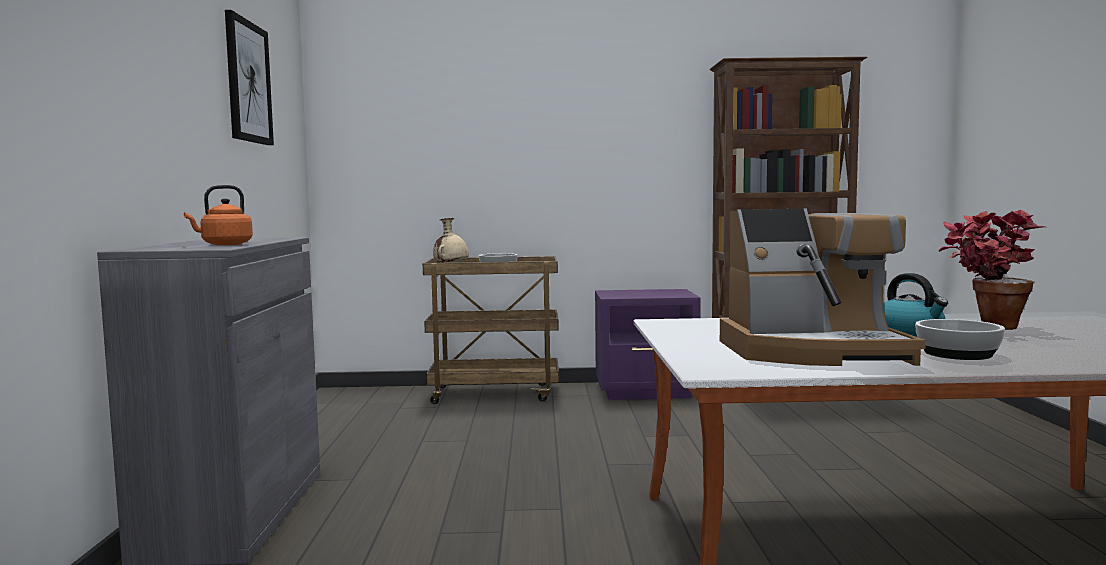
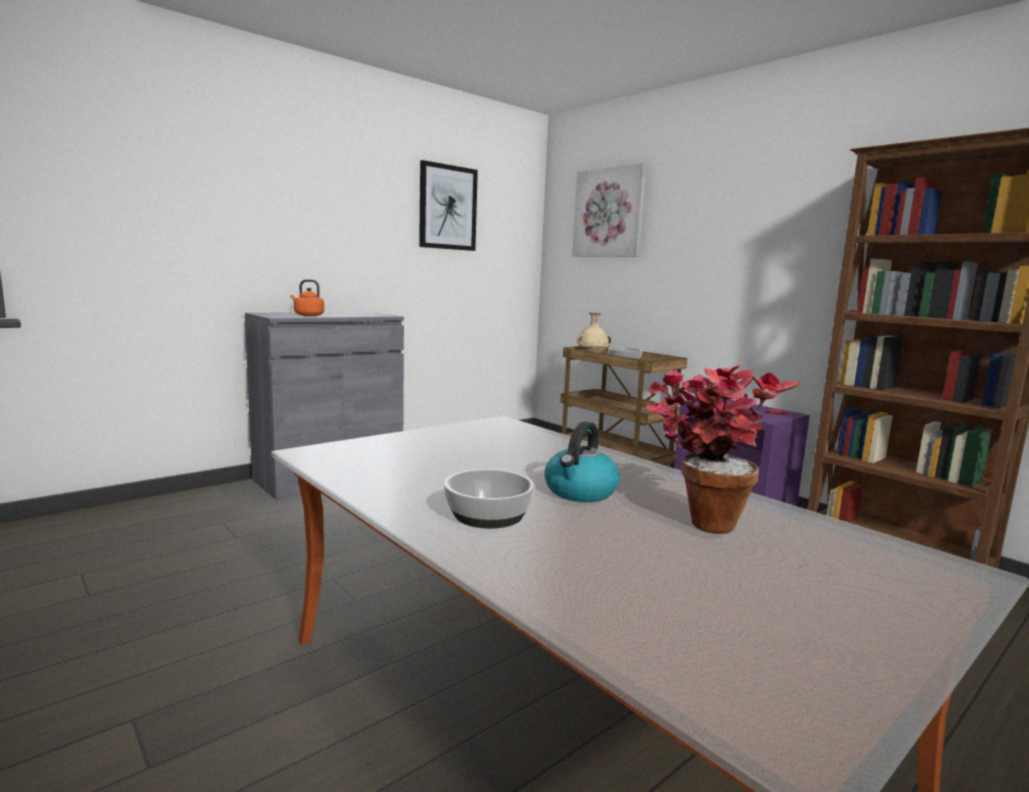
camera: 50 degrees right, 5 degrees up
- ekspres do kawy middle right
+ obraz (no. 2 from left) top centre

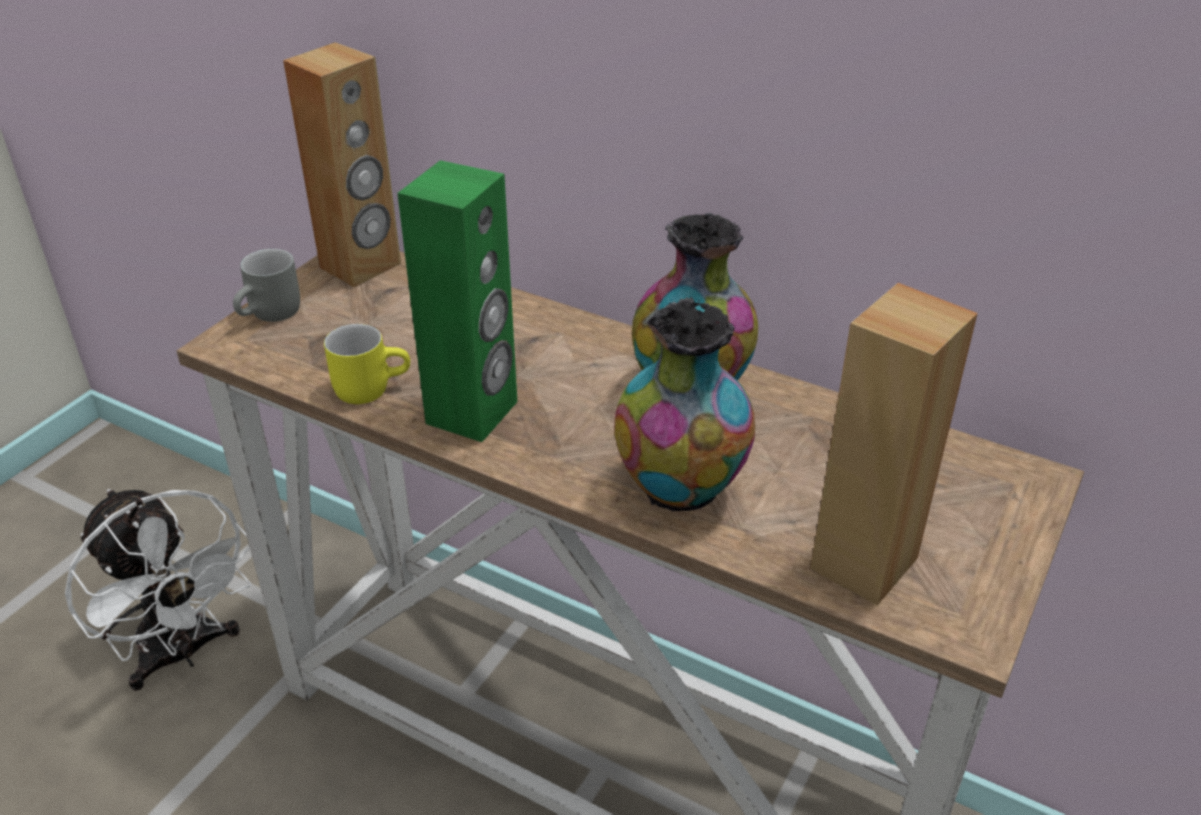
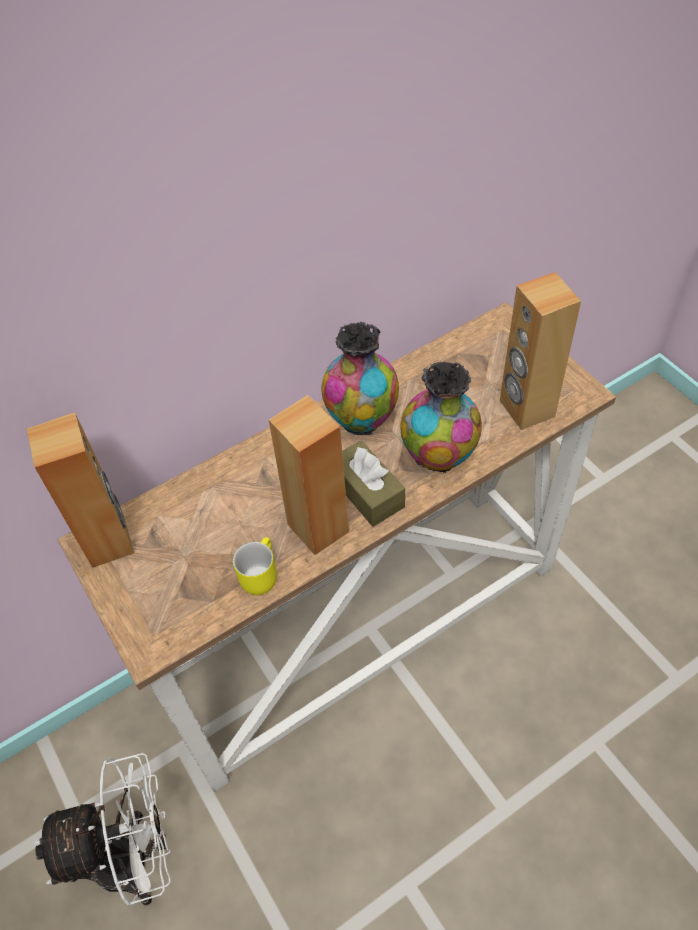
camera: 60 degrees left, 15 degrees up
- kubek (szary) middle left
+ pudełko chusteczek (brązowy) centre
~ głośnik (zielony) centre to głośnik (brązowy) (no. 2 from left) centre

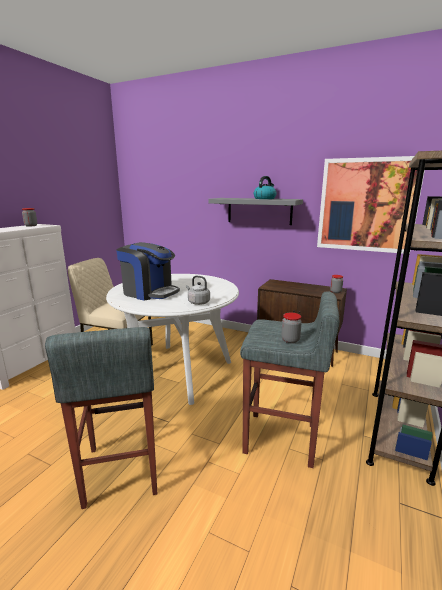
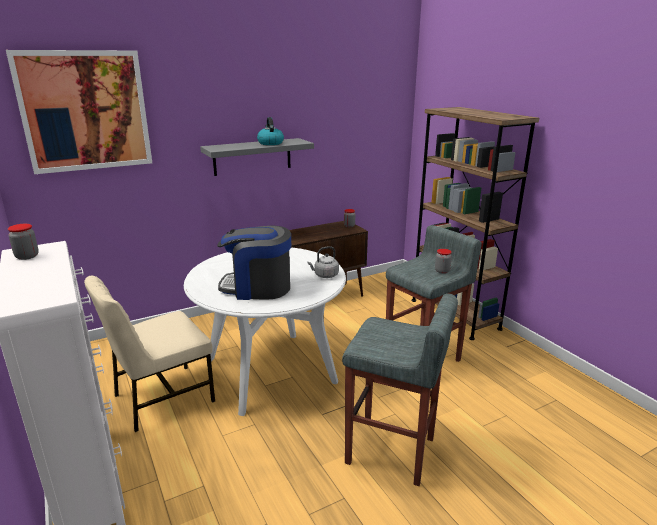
camera: 55 degrees left, 5 degrees up
~ obraz middle right to top left
~ ekspres do kawy centre = centre 150 degrees counterclockwise

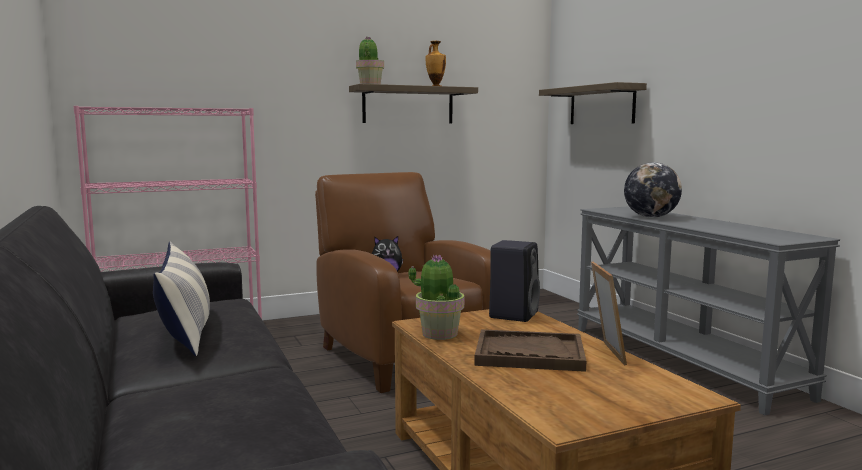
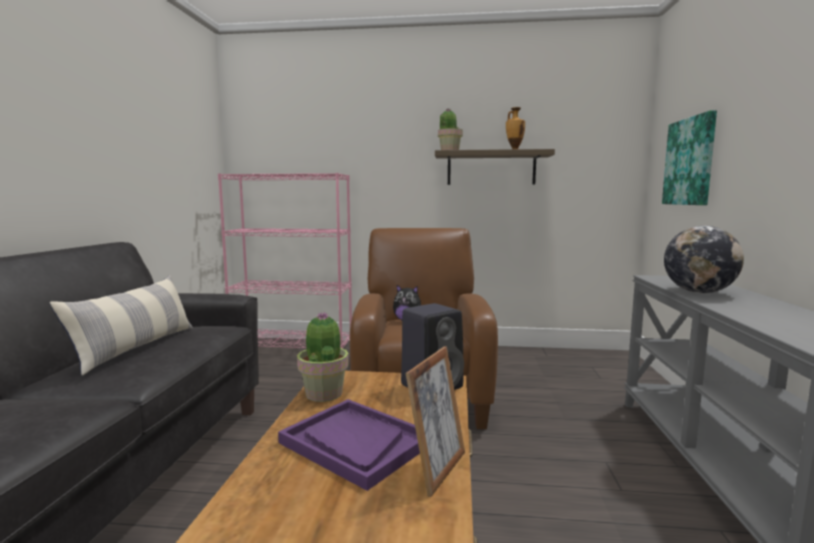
camera: 30 degrees right, 0 degrees up
~ półka (no. 2 from left) top right to obraz top right
~ taca (brązowy) bottom centre to taca (fioletowy) bottom centre

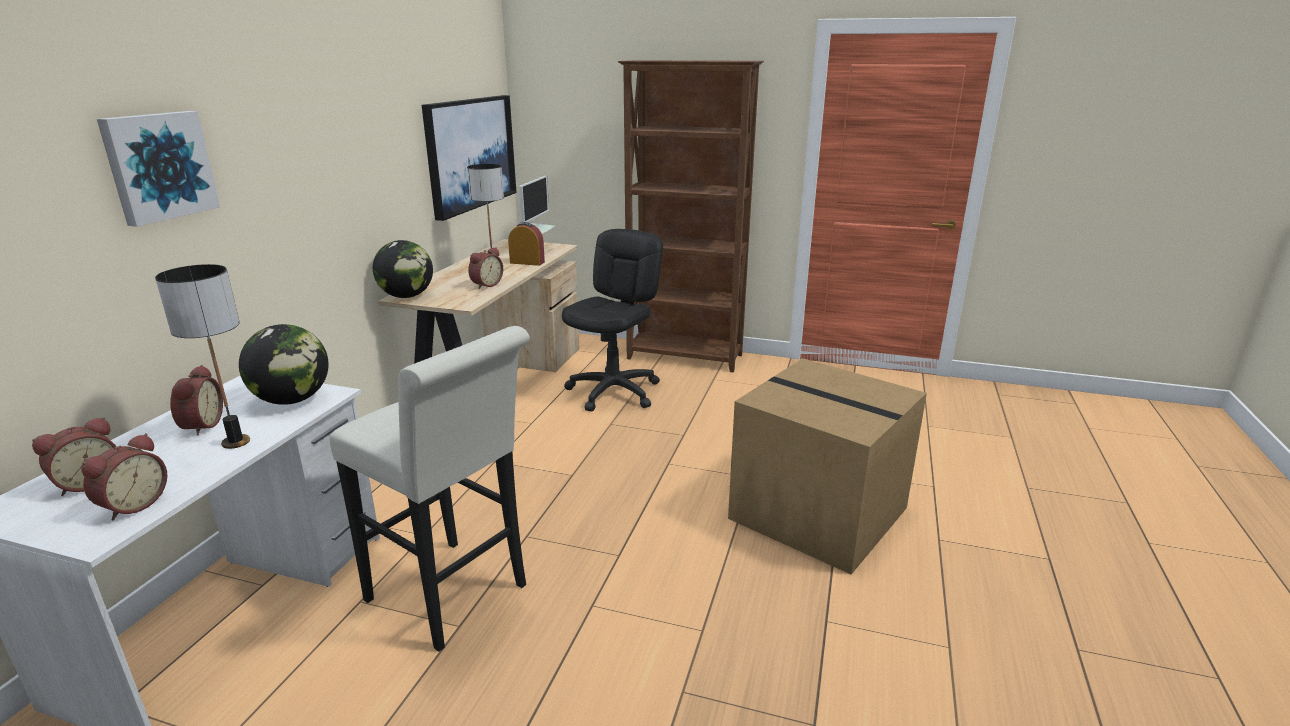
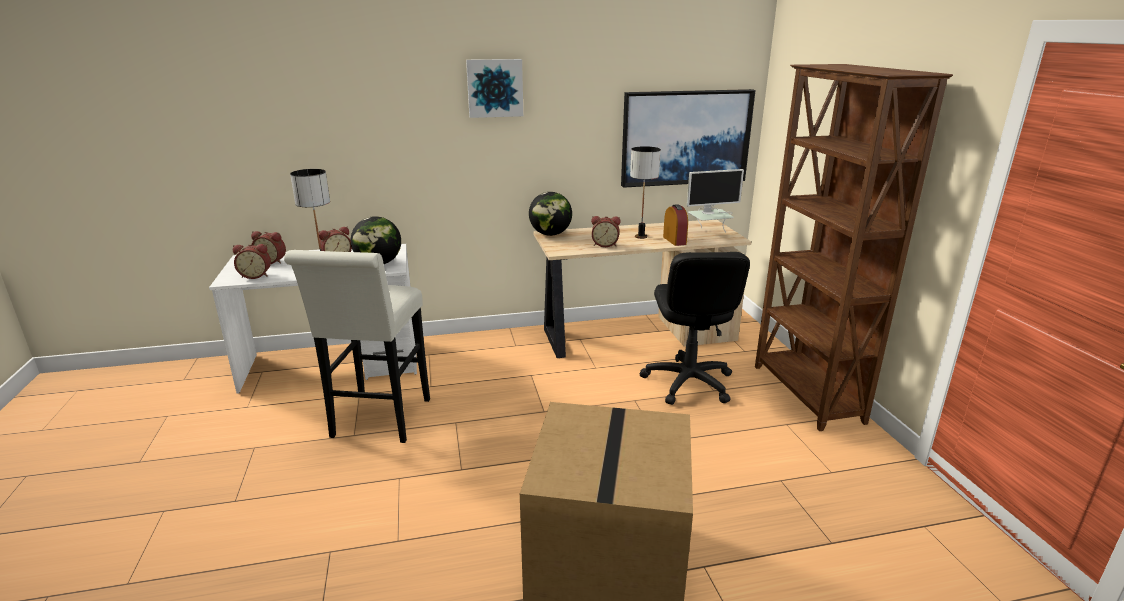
camera: 60 degrees right, 0 degrees up
~ obraz (no. 1 from left) top left to top centre
~ krzesło biurowe (czarny) centre = centre 90 degrees clockwise

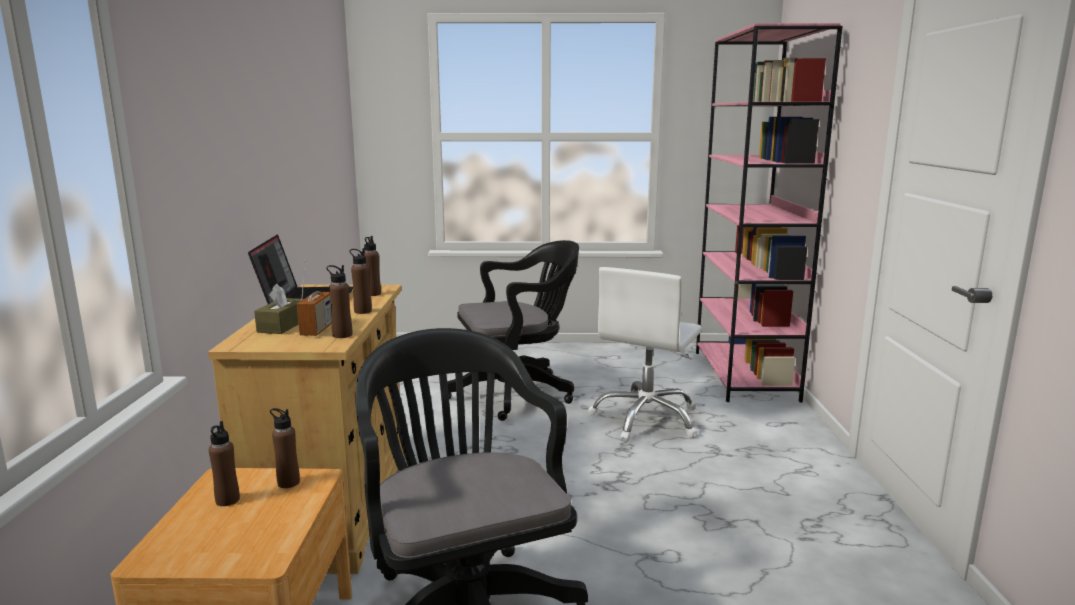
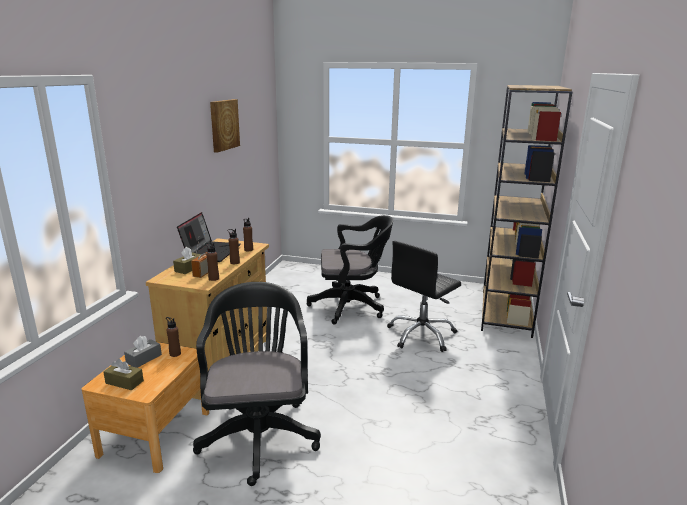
camera: 15 degrees right, 5 degrees up
+ pudełko chusteczek (brązowy) (no. 1 from left) bottom left
+ obraz top left
~ butelka (brązowy) (no. 1 from left) bottom left to pudełko chusteczek (szary) bottom left
~ krzesło biurowe (biały) centre to krzesło biurowe (czarny) (no. 3 from left) centre
~ regał (różowy) middle right to regał (brązowy) middle right

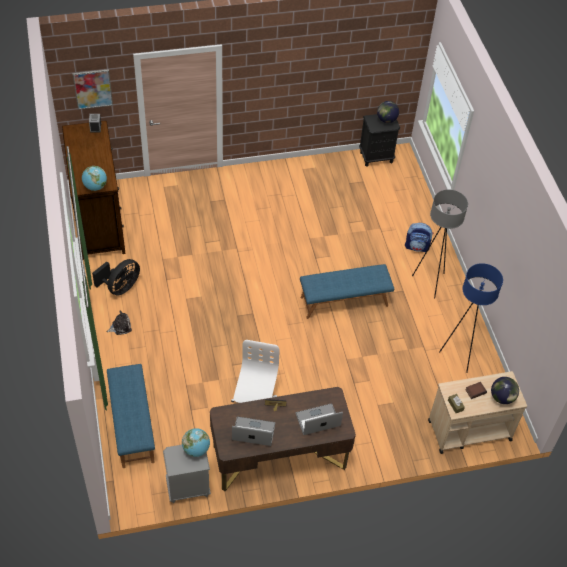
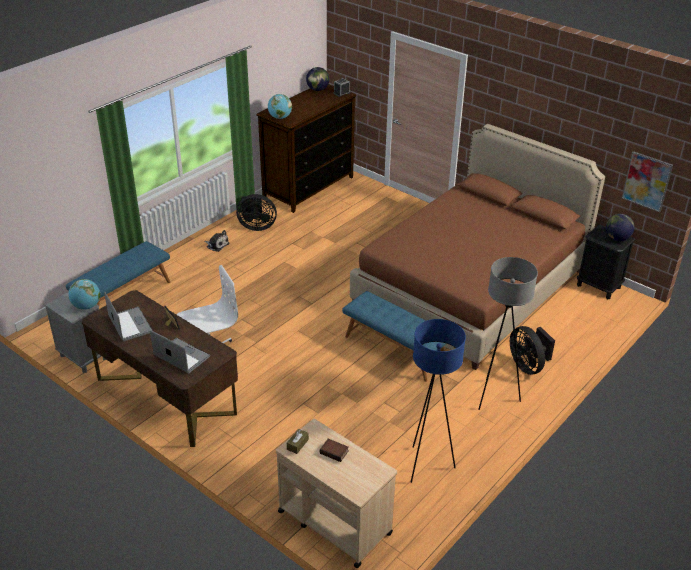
camera: 55 degrees right, 15 degrees down
+ łóżko (brązowy) middle right
~ obraz top left to top right
~ globus (no. 4 from left in the first image) bottom right to globus (no. 3 from left) top centre
~ plecak middle right to wentylator (czarny) (no. 2 from left) middle right

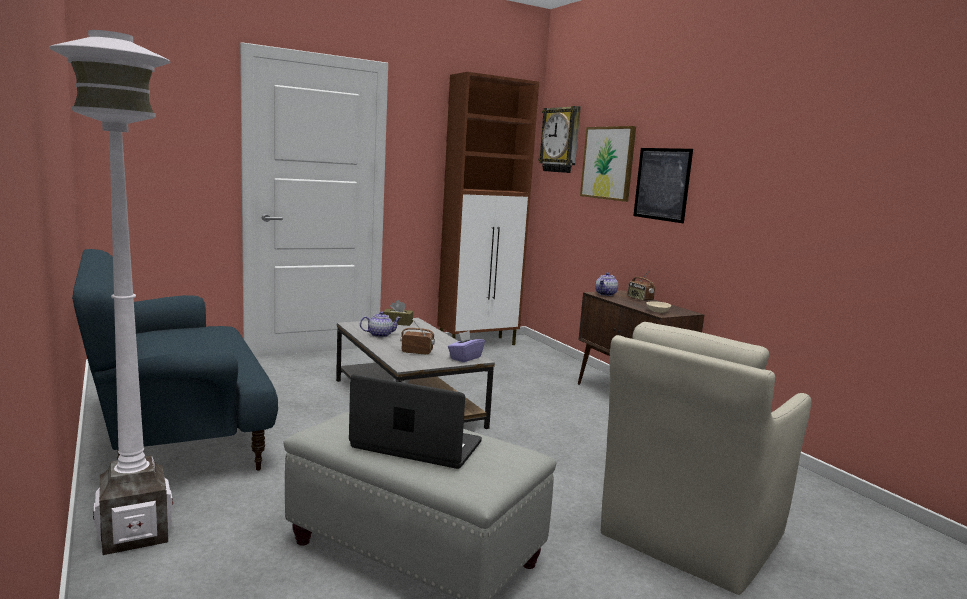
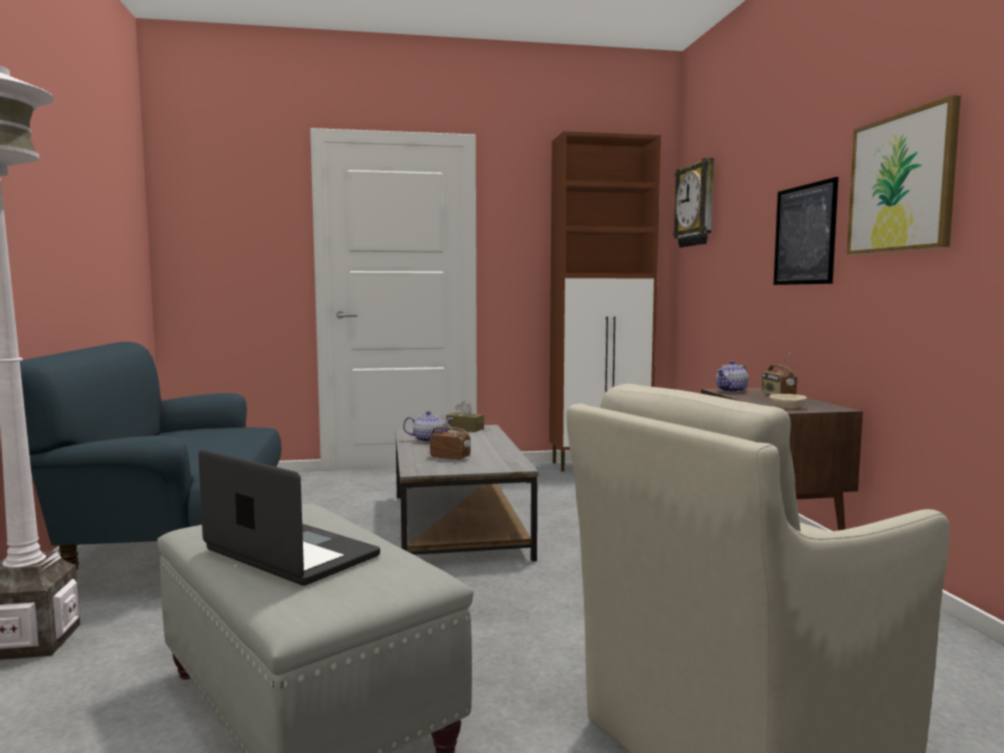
camera: 20 degrees right, 5 degrees down
- pudełko chusteczek (fioletowy) centre
~ obraz (no. 1 from left in the first image) top centre to obraz (no. 2 from left) top right

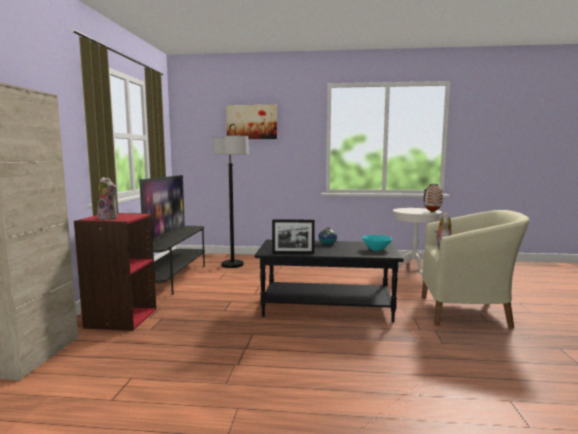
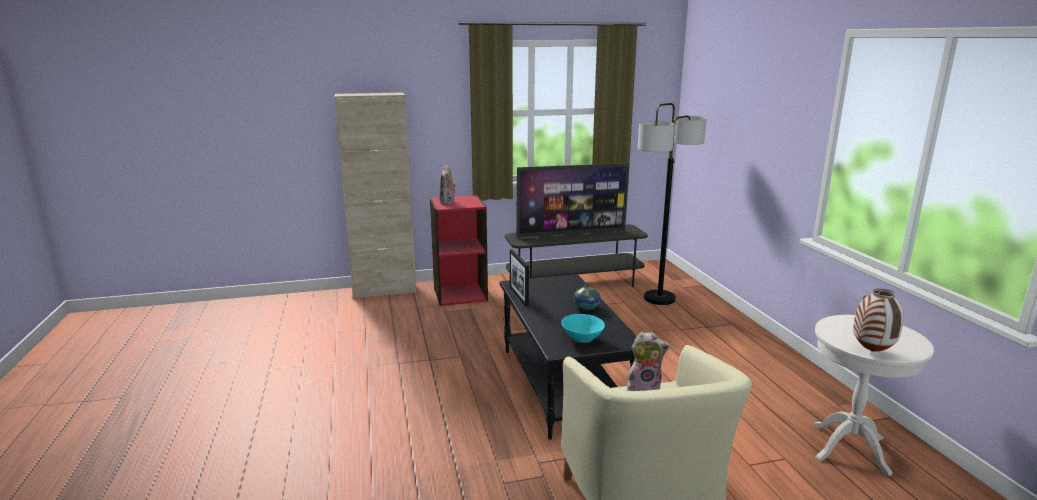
camera: 70 degrees right, 10 degrees up
- obraz top centre

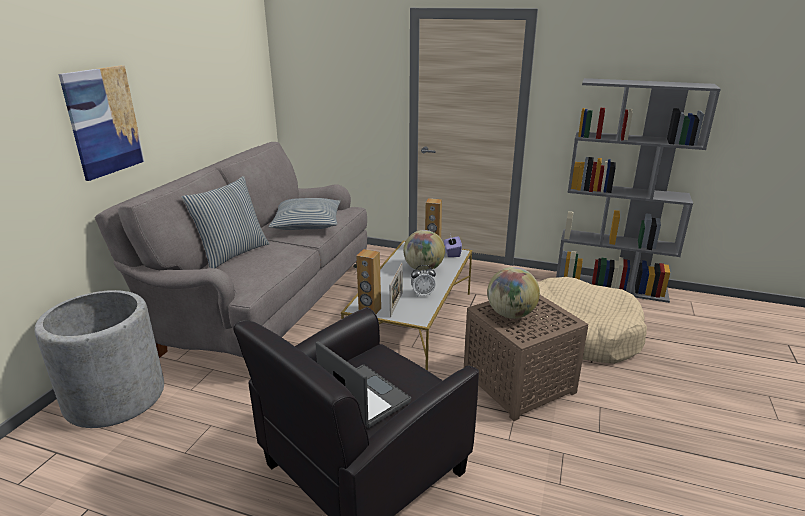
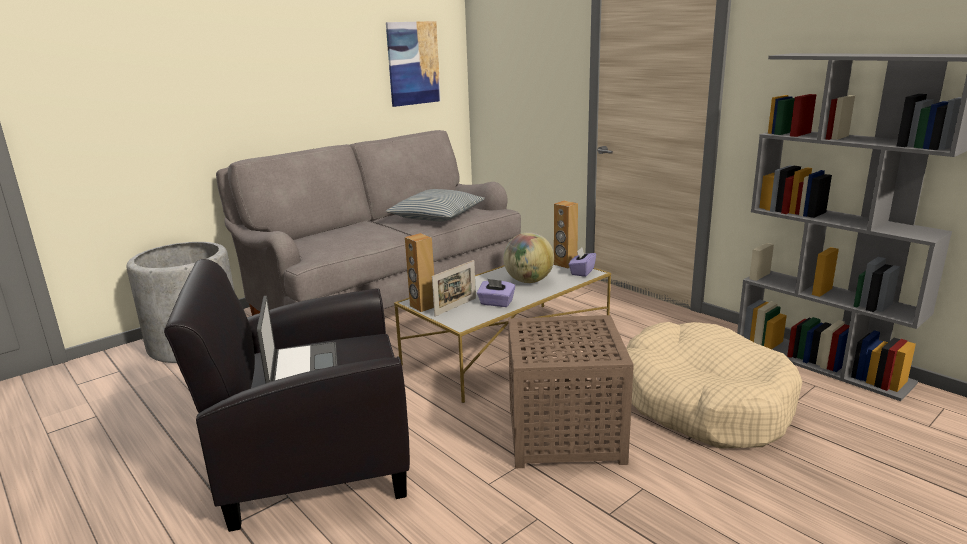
camera: 30 degrees right, 5 degrees down
- poduszka (no. 1 from left) middle left
- globus (no. 2 from left) centre
~ obraz top left to top centre
~ budzik centre to pudełko chusteczek (fioletowy) (no. 1 from left) centre

